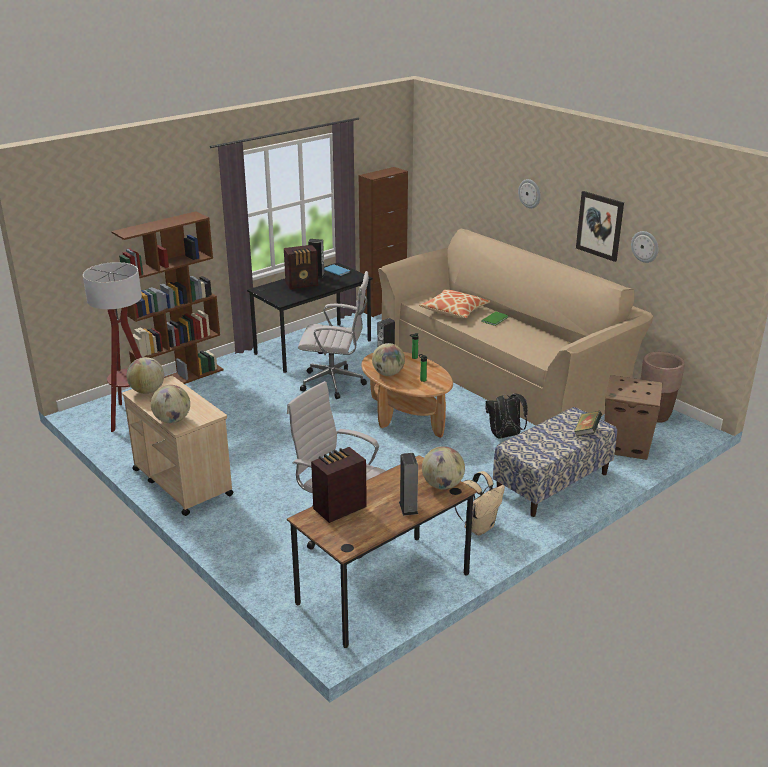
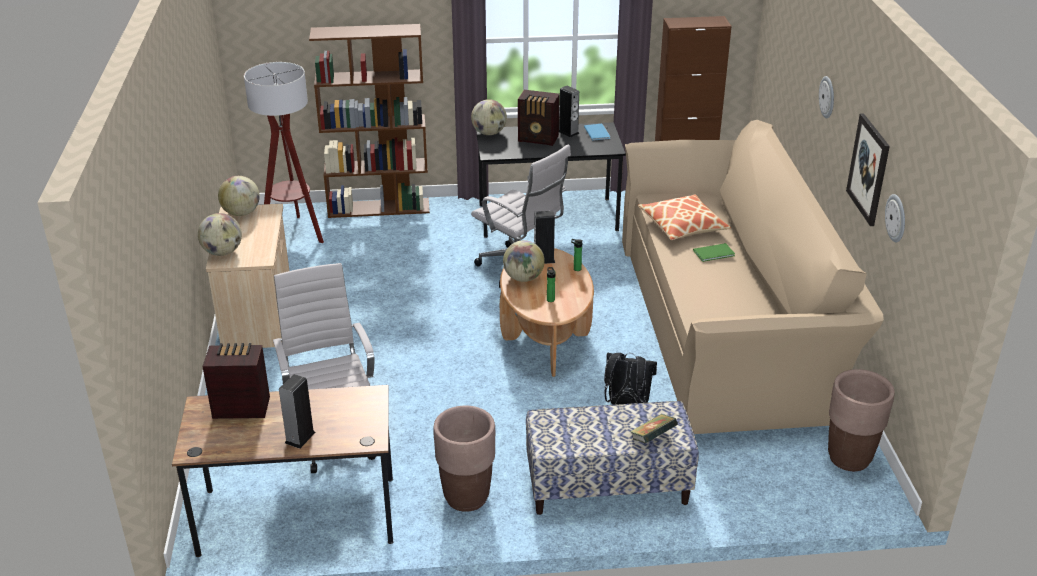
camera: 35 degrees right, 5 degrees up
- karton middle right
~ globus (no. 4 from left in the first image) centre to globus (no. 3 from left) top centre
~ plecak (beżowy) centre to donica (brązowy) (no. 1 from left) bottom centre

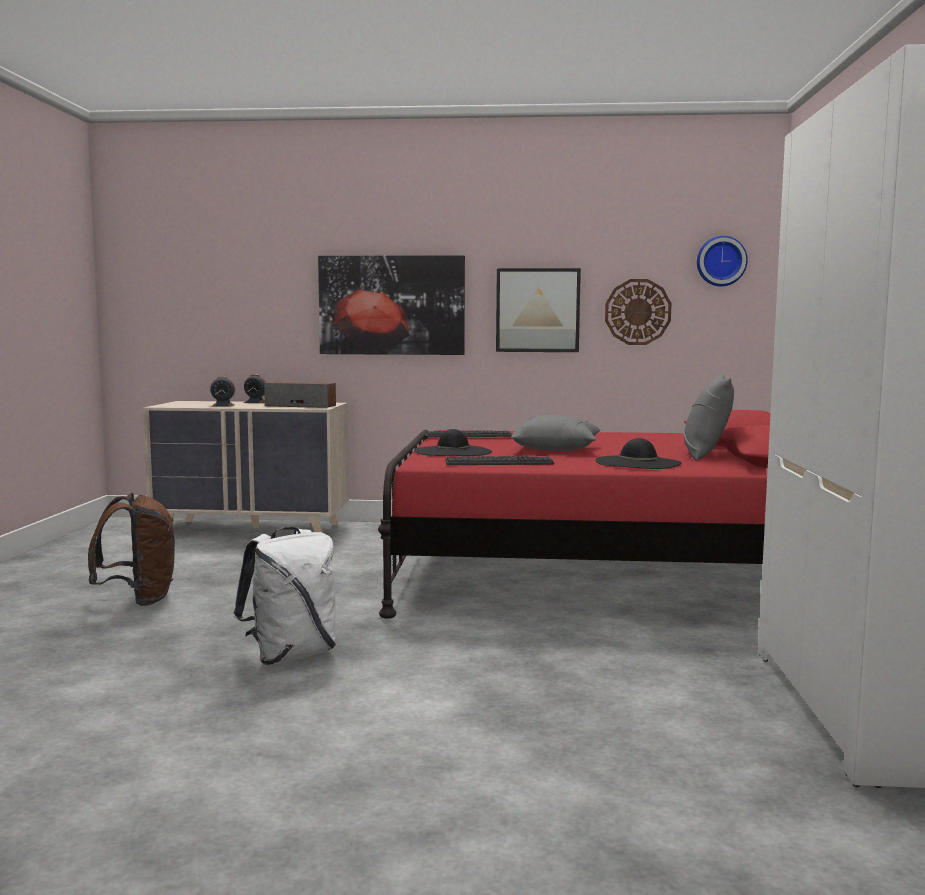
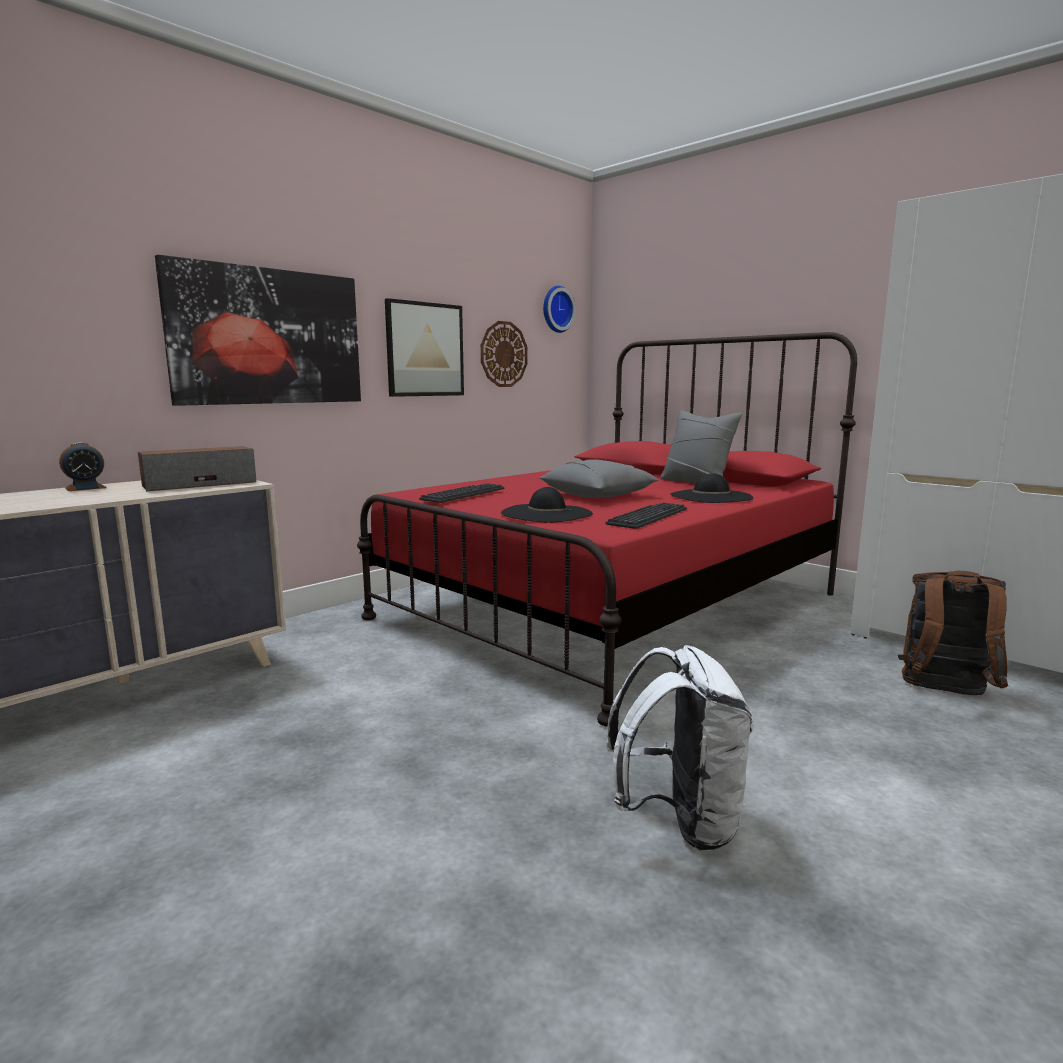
camera: 50 degrees left, 5 degrees up
- budzik (no. 1 from left) middle left
~ plecak (brązowy) middle left to middle right

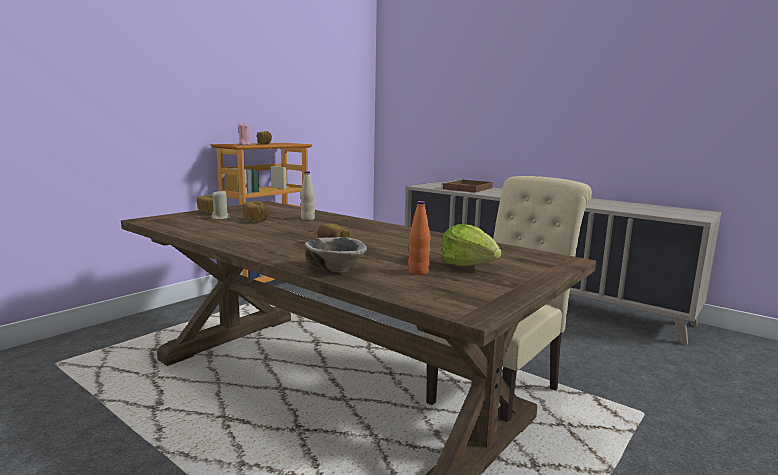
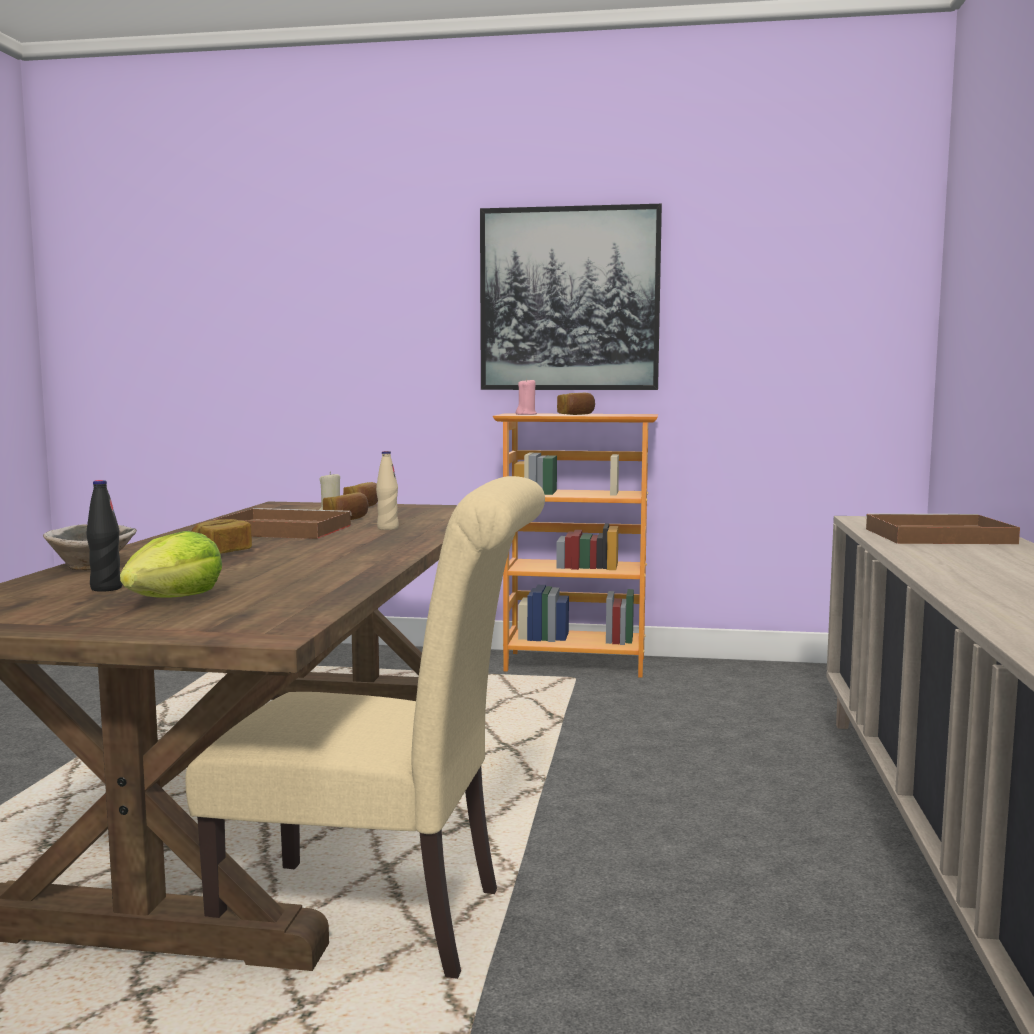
camera: 60 degrees right, 5 degrees down
+ taca (brązowy) (no. 1 from left) middle left
+ obraz top centre
~ butelka (pomarańczowy) centre to butelka (czarny) middle left

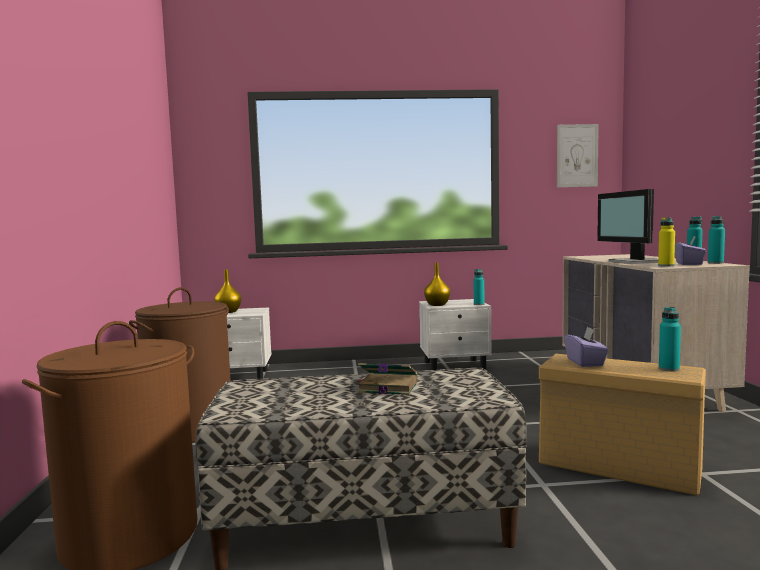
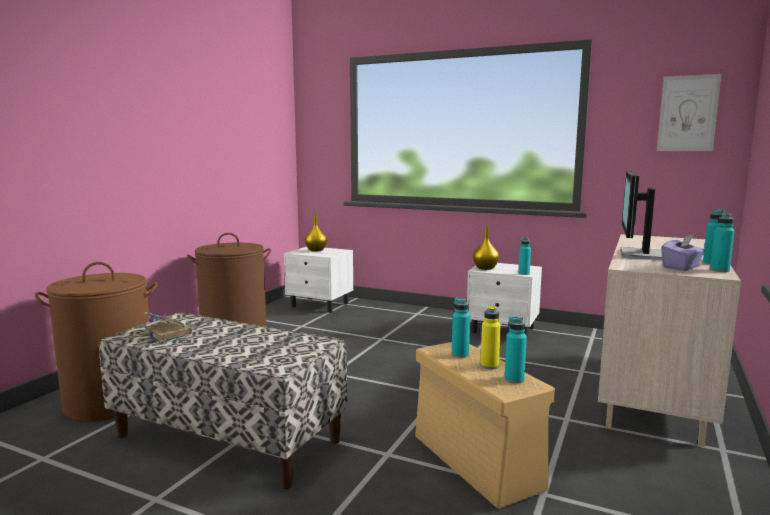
camera: 30 degrees right, 5 degrees up
~ książka centre to middle left
~ butelka (żółty) middle right to centre
~ pudełko chusteczek (fioletowy) (no. 1 from left) middle right to butelka (turkusowy) (no. 1 from left) centre

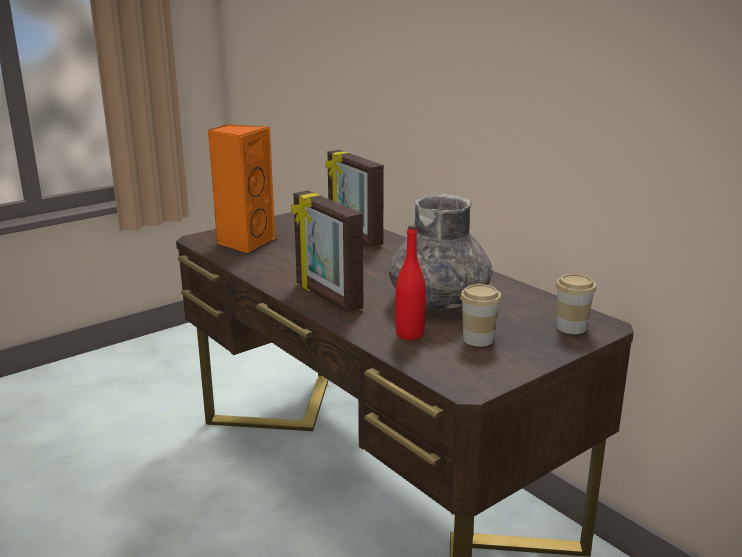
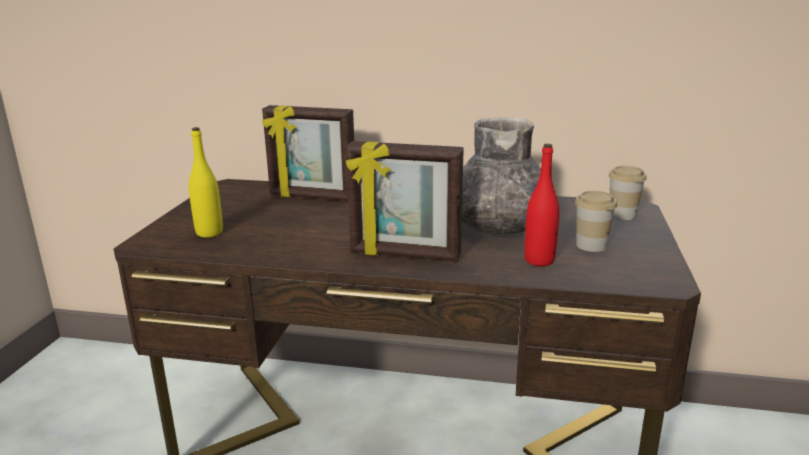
camera: 40 degrees left, 0 degrees up
~ głośnik (pomarańczowy) middle left to butelka (żółty) middle left

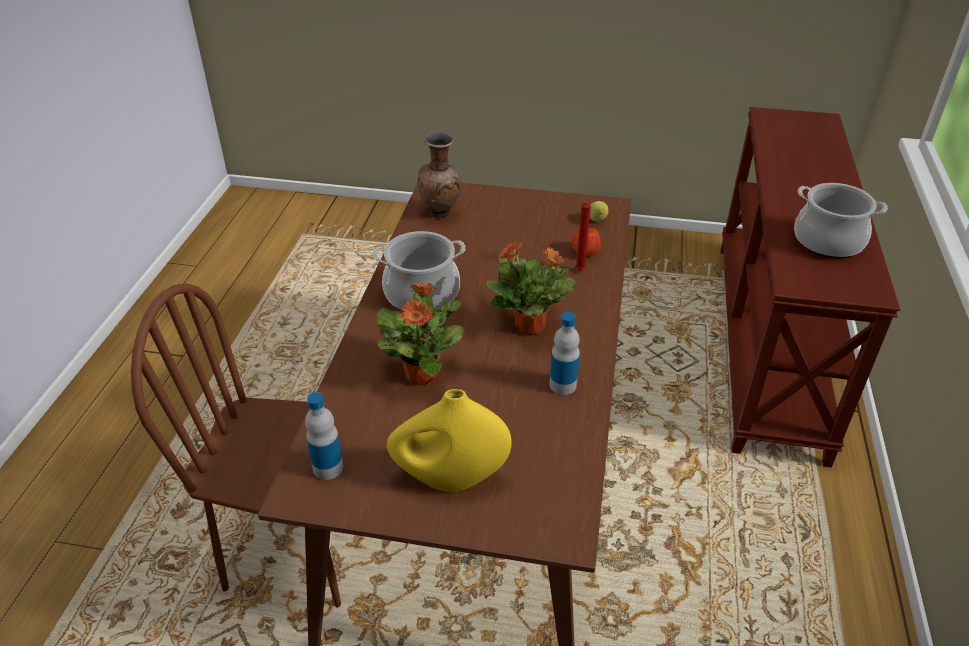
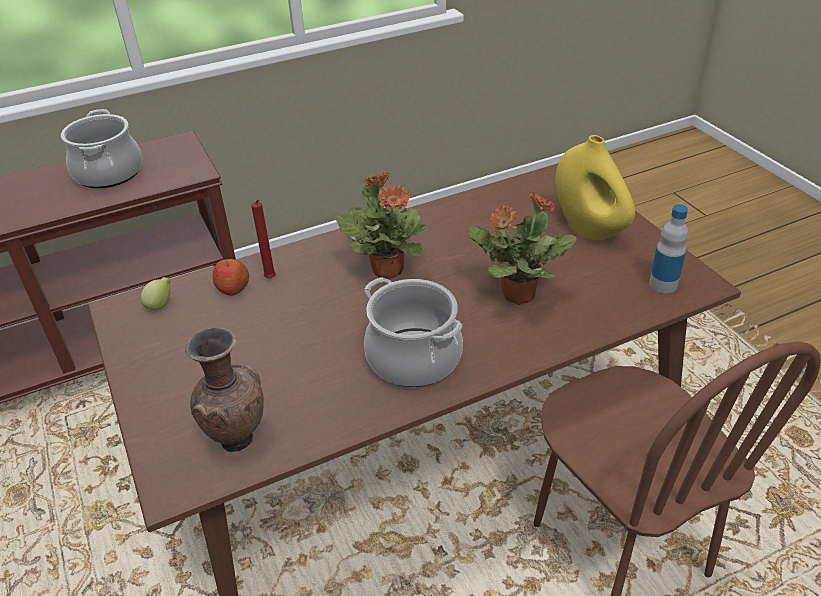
camera: 125 degrees left, 0 degrees up
- butelka (no. 2 from left) centre

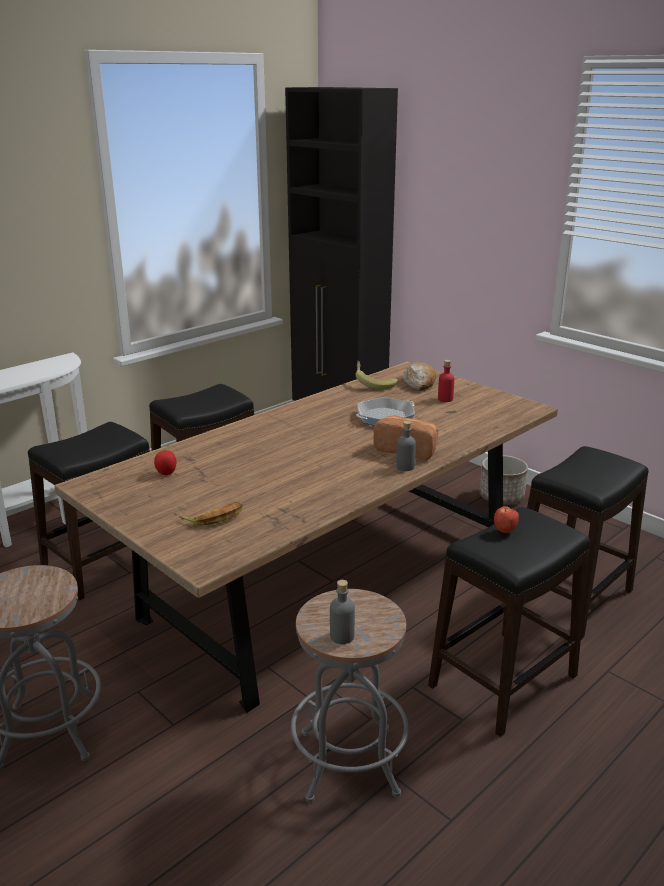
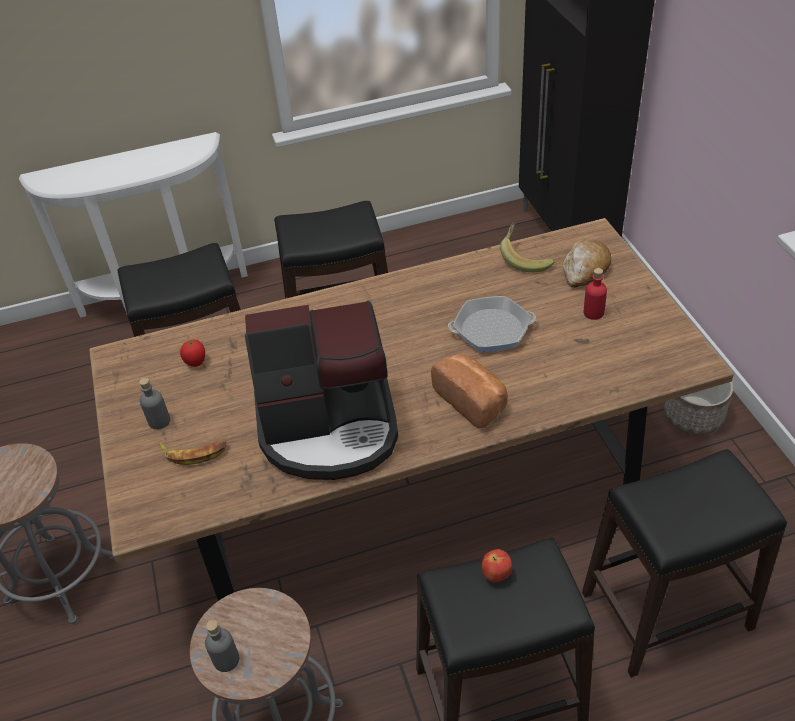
camera: 30 degrees right, 20 degrees up
+ ekspres do kawy centre
~ butelka (szary) (no. 2 from left in the first image) centre to butelka (szary) (no. 1 from left) middle left

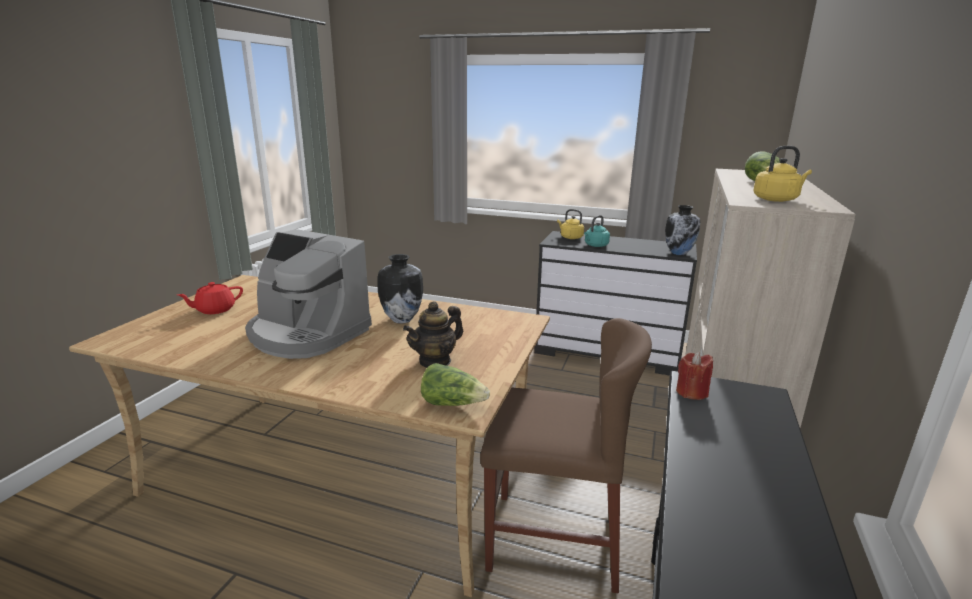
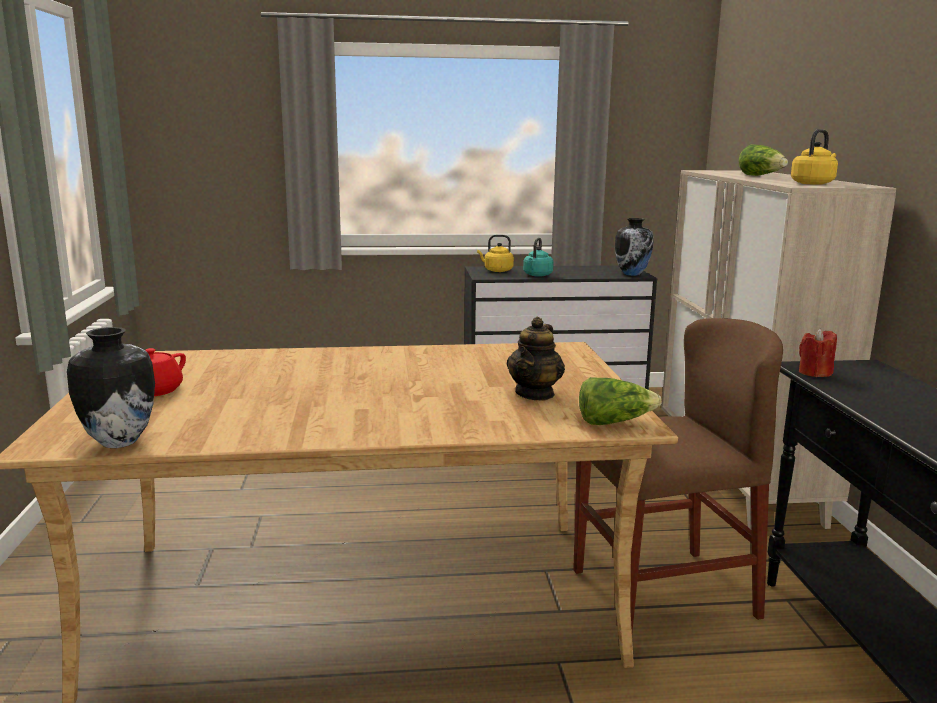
camera: 25 degrees left, 5 degrees down
- ekspres do kawy middle left
~ wazon (no. 1 from left) centre to middle left

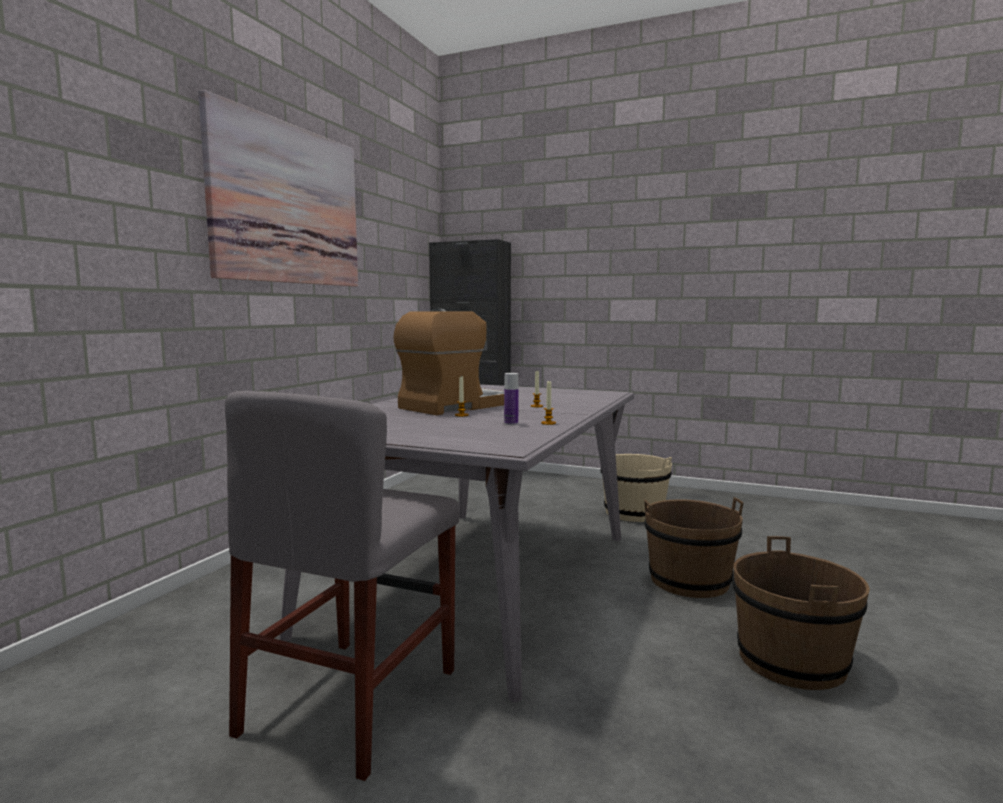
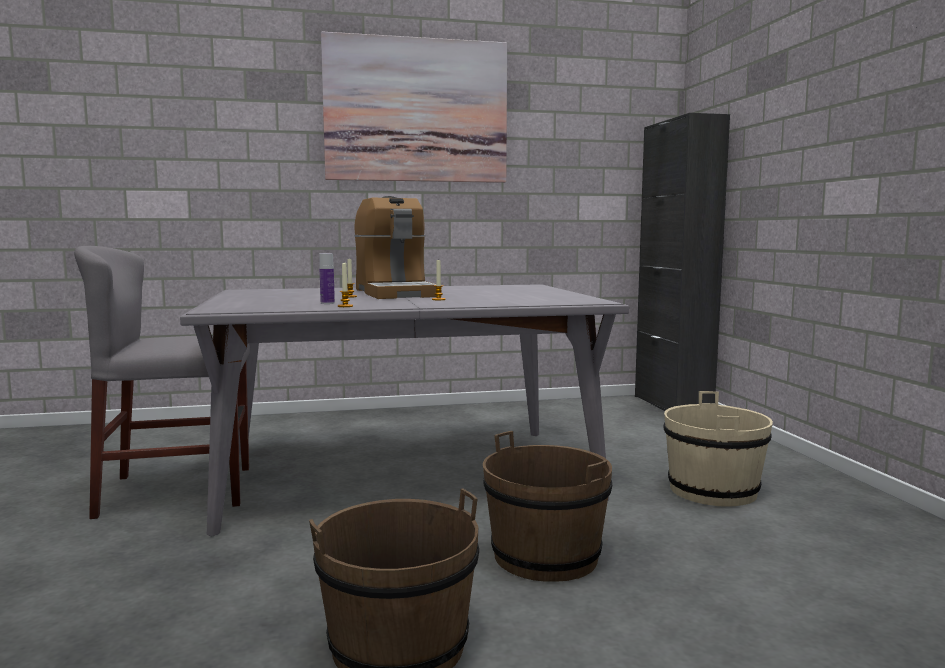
camera: 55 degrees right, 0 degrees up
~ ekspres do kawy centre = centre 60 degrees clockwise

